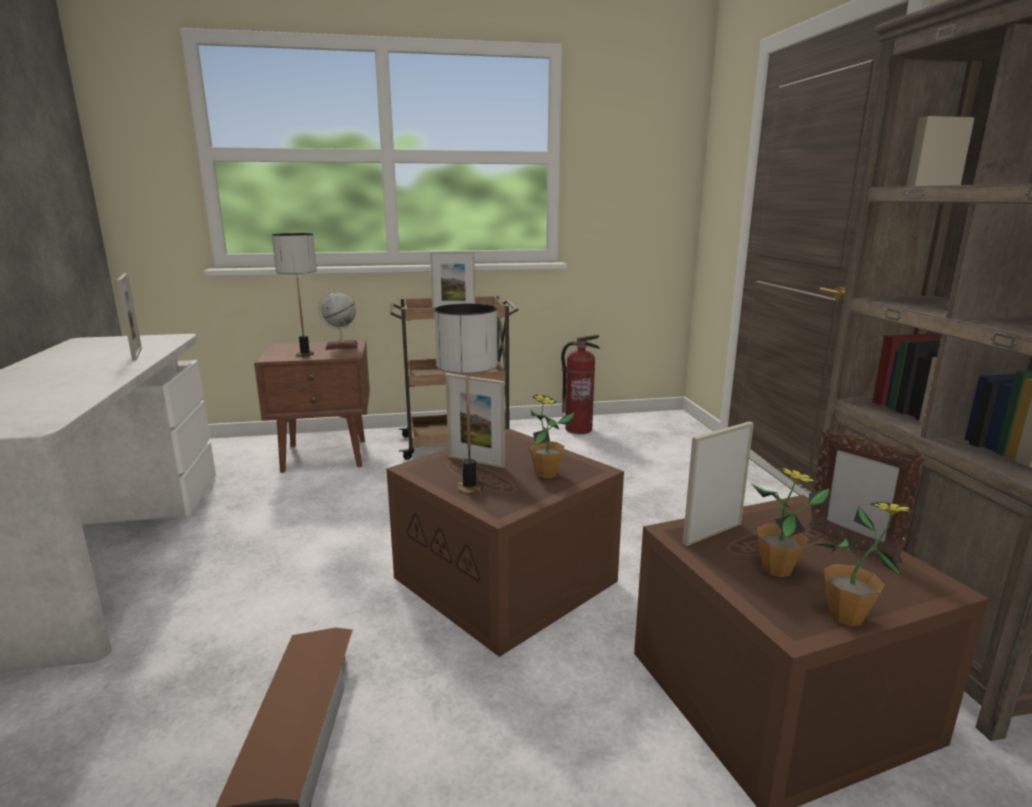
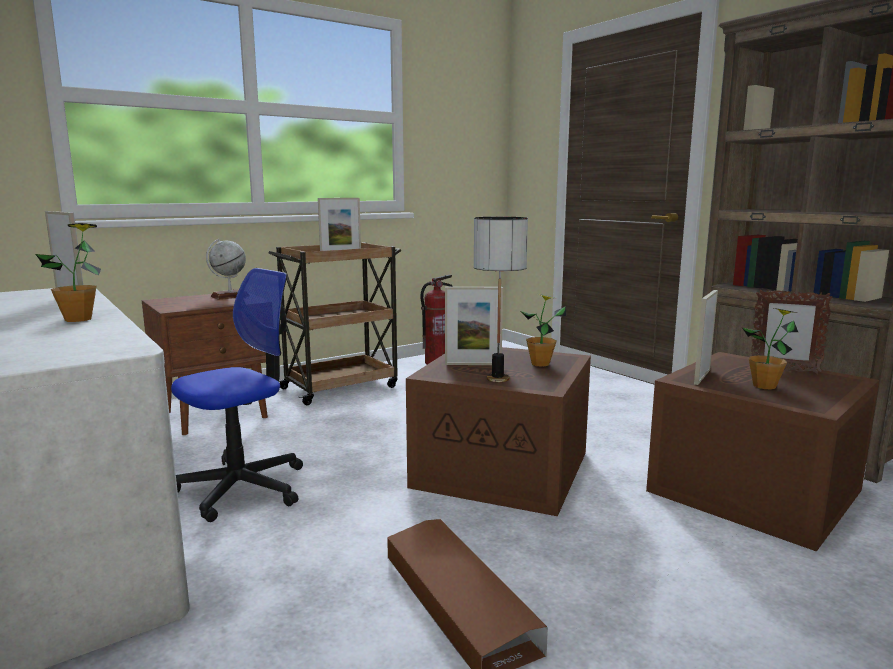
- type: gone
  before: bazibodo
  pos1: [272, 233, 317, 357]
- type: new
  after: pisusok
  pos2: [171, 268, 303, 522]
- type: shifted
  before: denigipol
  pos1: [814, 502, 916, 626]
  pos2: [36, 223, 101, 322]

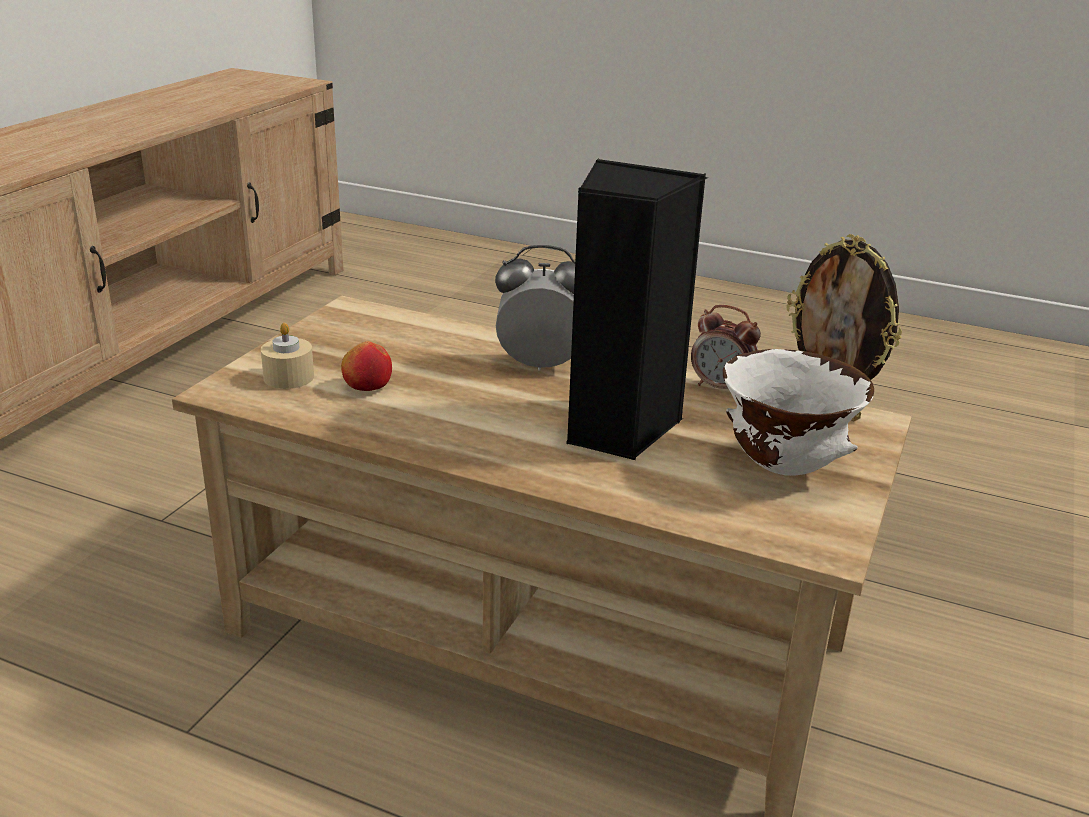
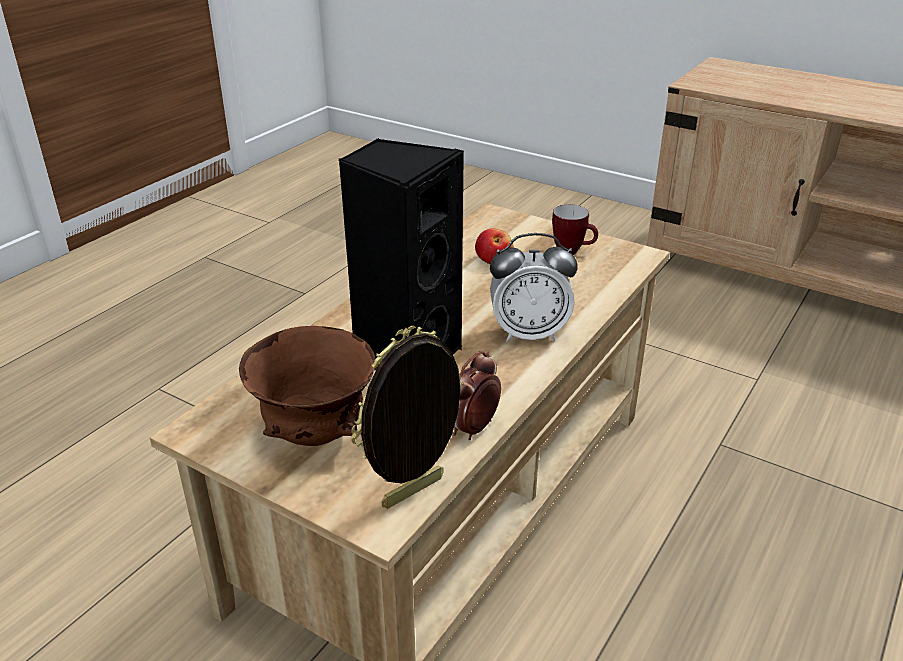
- type: gone
  before: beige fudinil
  pos1: [261, 323, 314, 389]
- type: new
  after: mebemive
  pos2: [552, 204, 598, 255]
- type: repainted
  before: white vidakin
  after: brown vidakin
  pos1: [723, 349, 874, 476]
  pos2: [239, 326, 375, 446]
- type: rotated
  before: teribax
  pos1: [495, 245, 575, 370]
  pos2: [490, 233, 577, 342]
  turn: 75

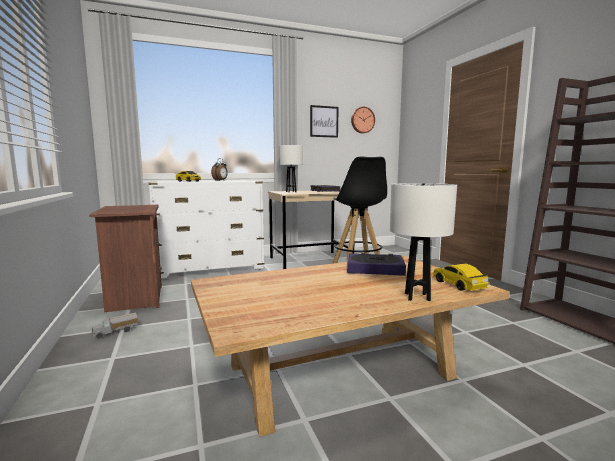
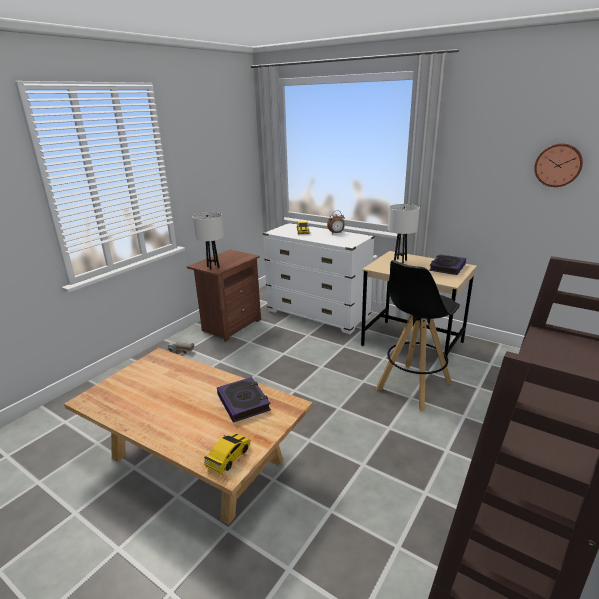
- type: gone
  before: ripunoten
  pos1: [310, 105, 339, 138]
- type: shifted
  before: white bazibodo
  pos1: [390, 183, 457, 301]
  pos2: [193, 212, 224, 270]

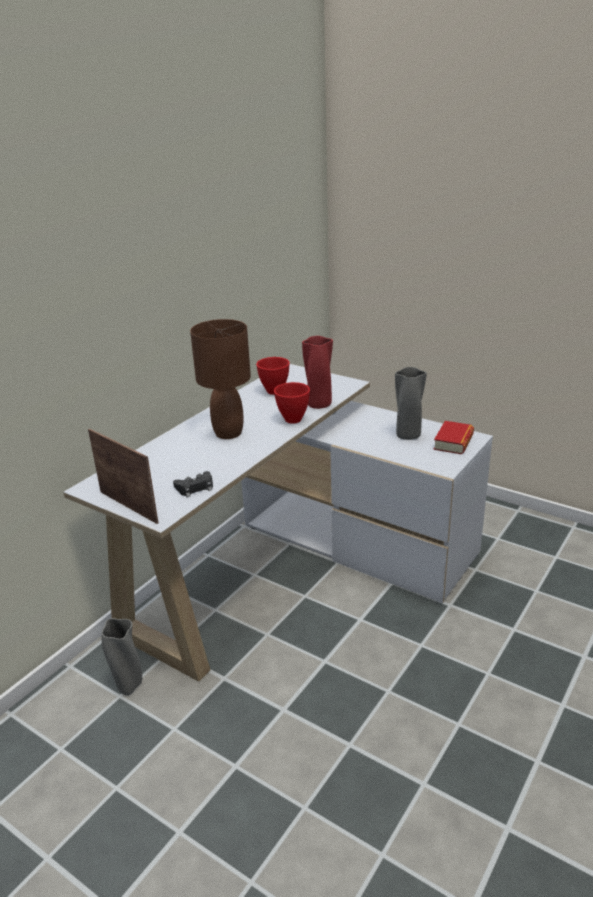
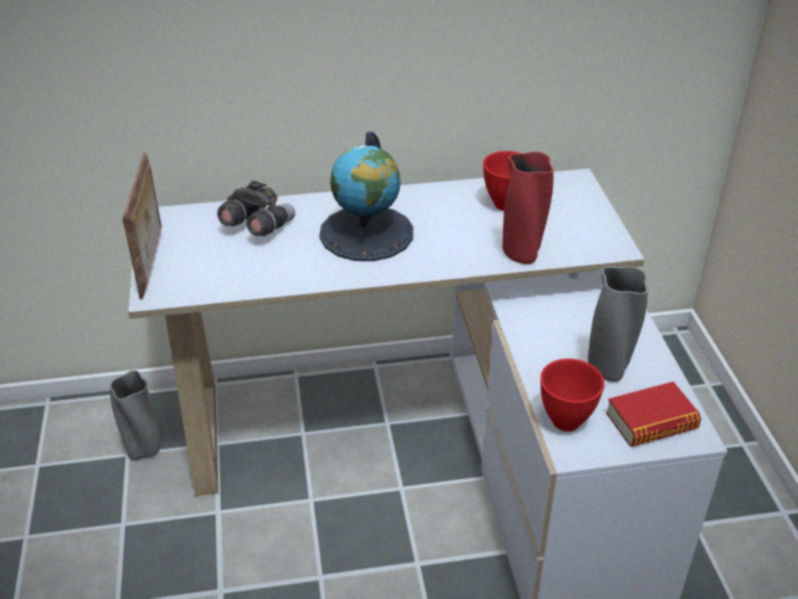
- type: gone
  before: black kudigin
  pos1: [173, 471, 213, 497]
- type: new
  after: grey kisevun
  pos2: [217, 180, 295, 236]
- type: shifted
  before: red vidakin
  pos1: [274, 382, 310, 424]
  pos2: [540, 359, 605, 432]
- type: swapped
  before: brown bazibodo
  after: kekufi
  pos1: [190, 319, 251, 439]
  pos2: [319, 131, 413, 261]

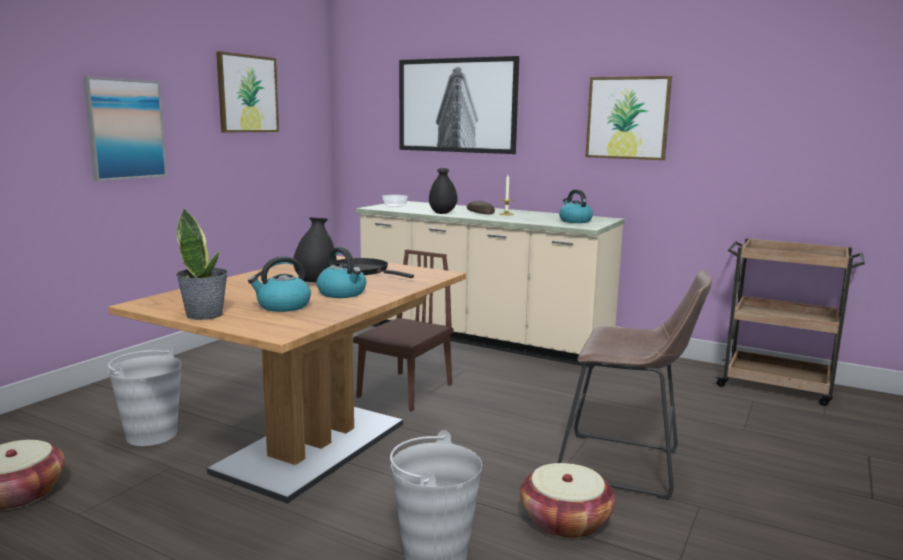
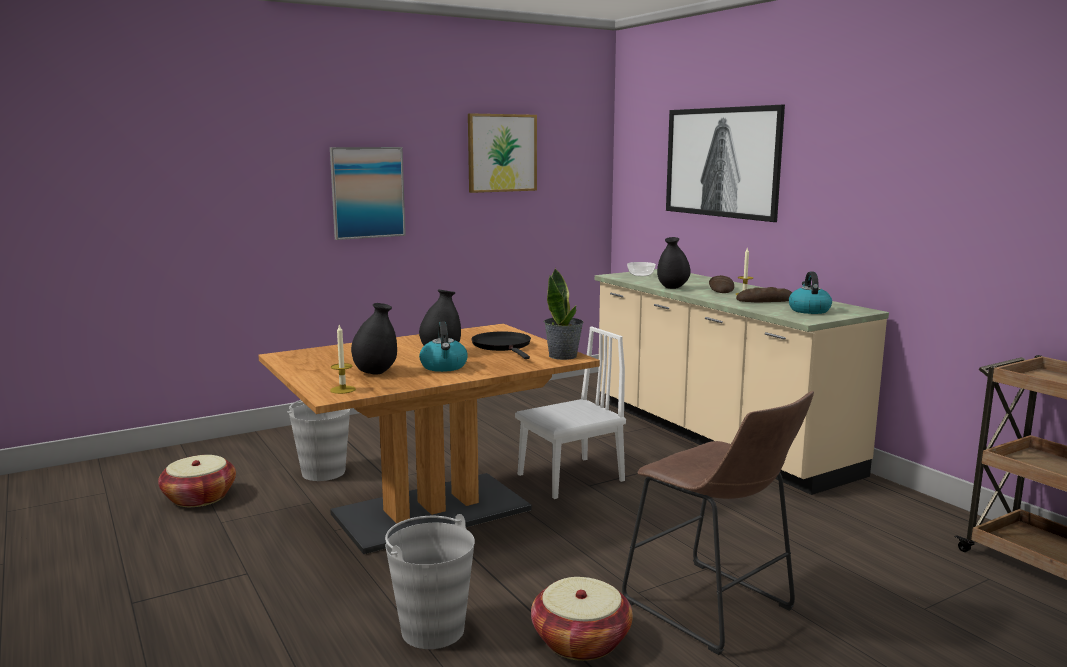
- type: gone
  before: ripunoten
  pos1: [585, 76, 672, 160]
- type: new
  after: fudinil
  pos2: [330, 324, 356, 394]
- type: new
  after: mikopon
  pos2: [736, 287, 792, 302]
- type: shifted
  before: denigipol
  pos1: [176, 208, 228, 320]
  pos2: [544, 268, 583, 360]
- type: swapped
  before: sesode
  after: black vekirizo
  pos1: [248, 256, 311, 312]
  pos2: [351, 303, 397, 374]
- type: repainted
  before: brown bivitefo
  after: white bivitefo
  pos1: [353, 249, 453, 411]
  pos2: [515, 327, 626, 499]

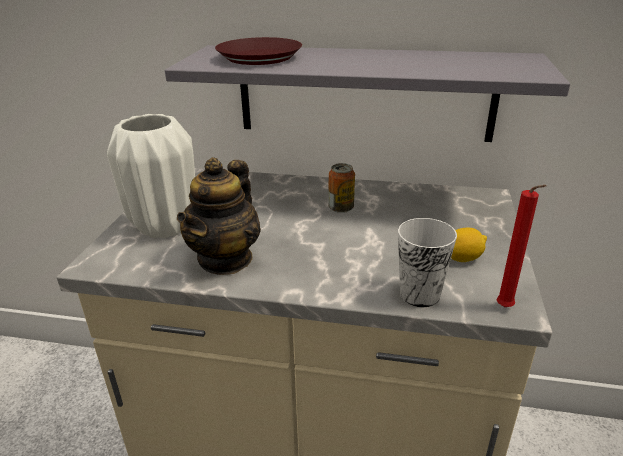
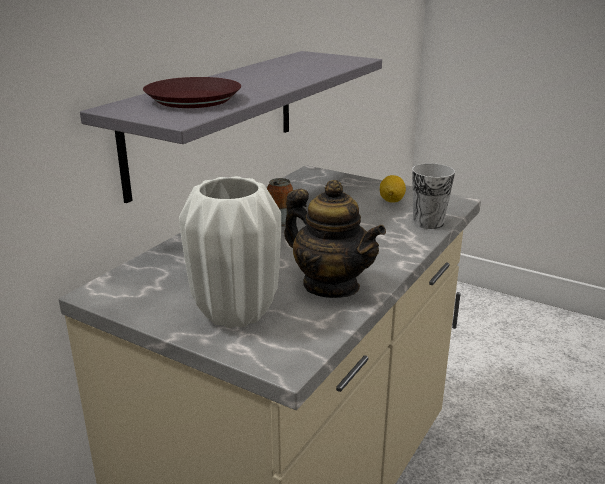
- type: gone
  before: red fudinil
  pos1: [497, 185, 547, 307]

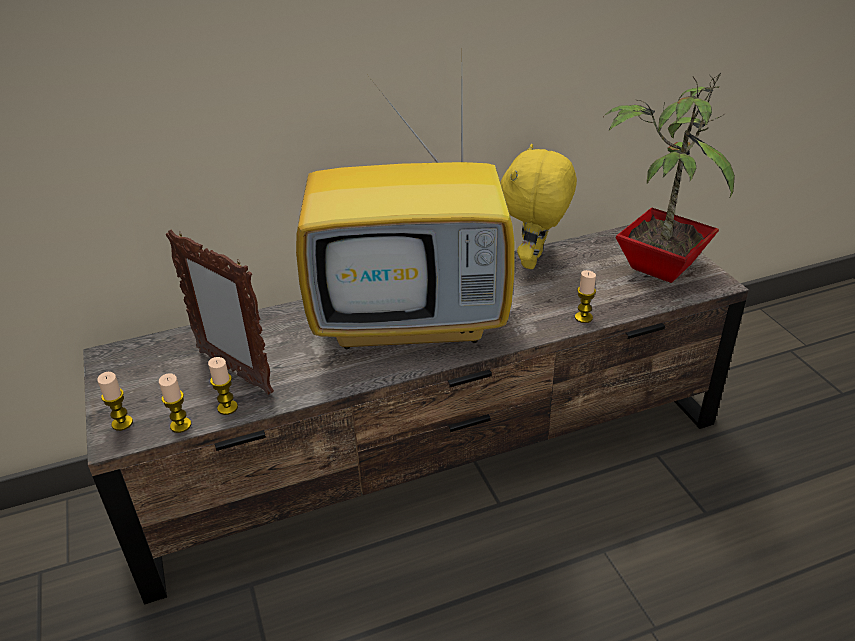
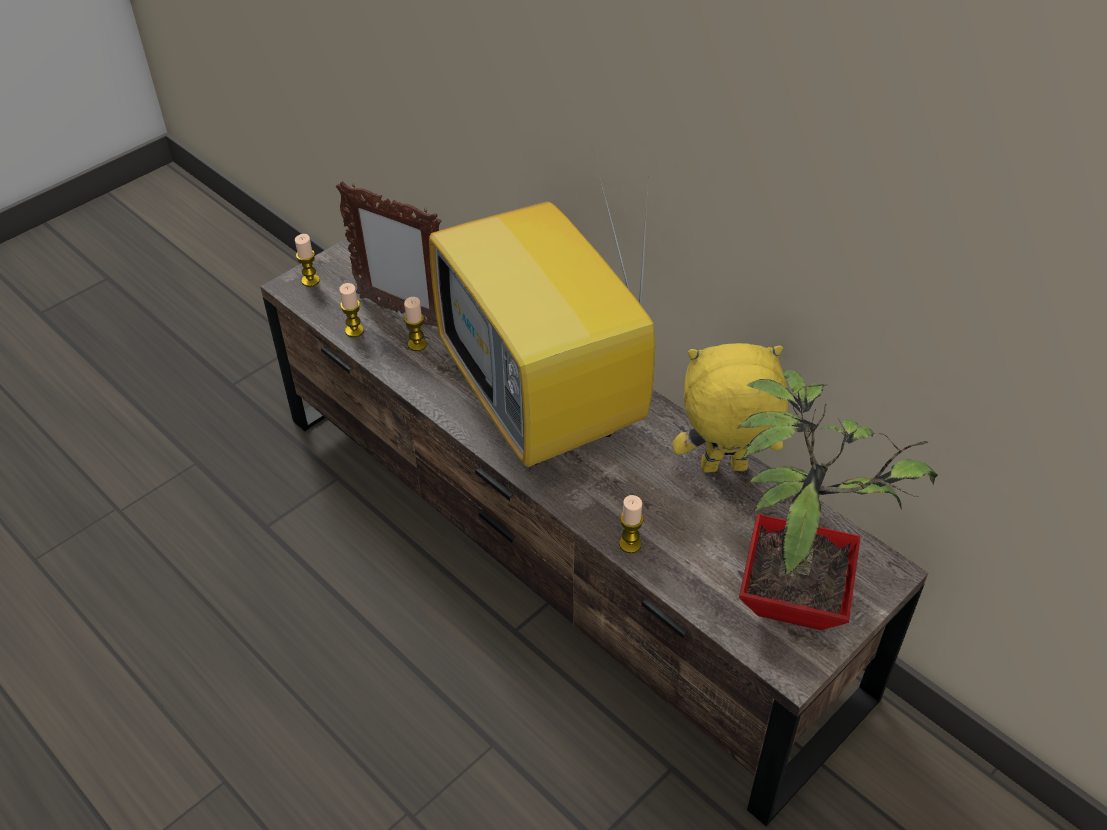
- type: shifted
  before: fudinil
  pos1: [159, 373, 191, 433]
  pos2: [404, 297, 427, 351]
- type: rotated
  before: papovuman
  pos1: [166, 230, 274, 395]
  pos2: [336, 181, 442, 327]
  turn: -75

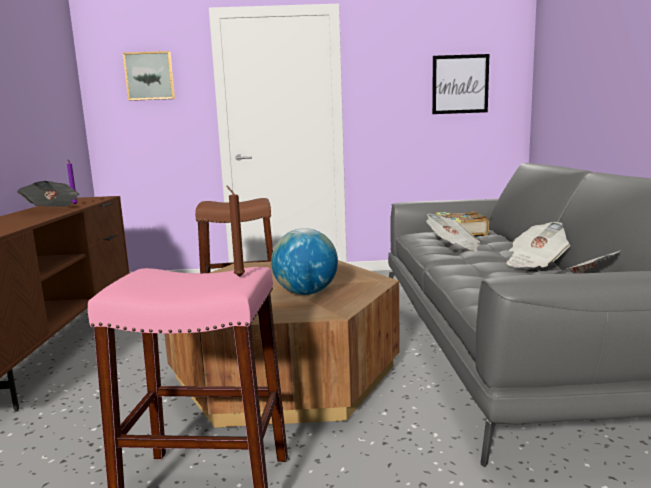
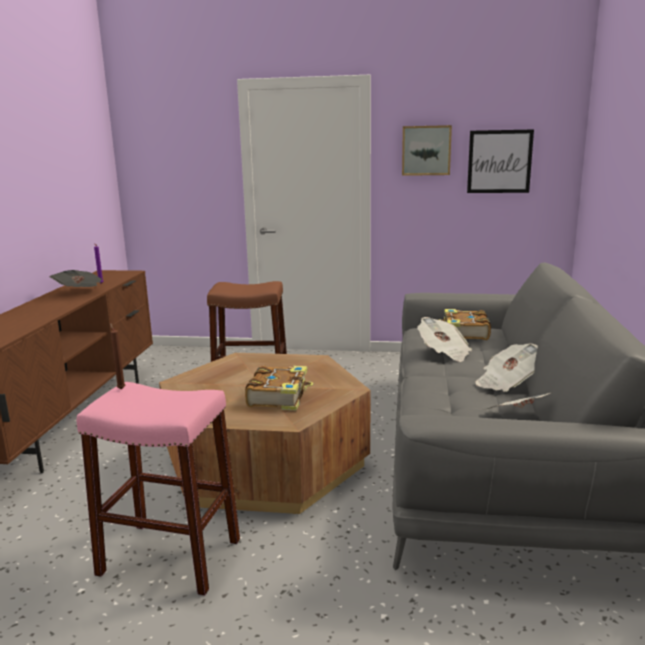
- type: shifted
  before: ripunoten
  pos1: [123, 51, 175, 101]
  pos2: [402, 125, 452, 176]
- type: shifted
  before: brown fudinil
  pos1: [226, 185, 245, 277]
  pos2: [110, 323, 125, 389]
- type: swapped
  before: kekufi
  after: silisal
  pos1: [271, 228, 338, 295]
  pos2: [245, 366, 313, 411]

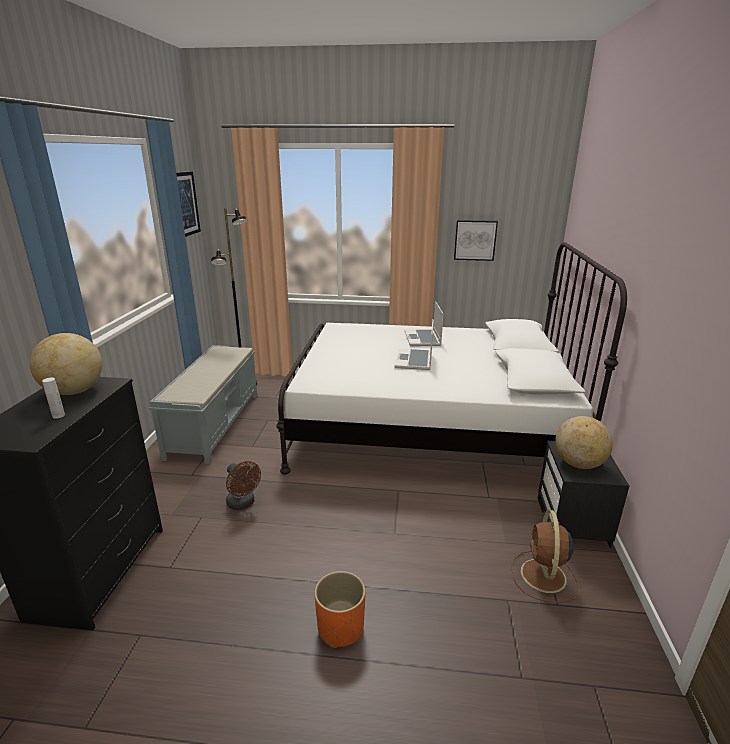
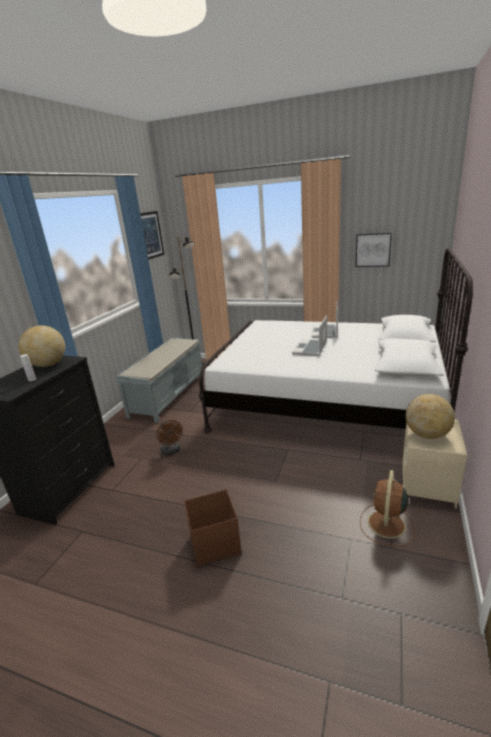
- type: swapped
  before: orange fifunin
  after: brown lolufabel
  pos1: [314, 571, 366, 648]
  pos2: [184, 490, 241, 567]
- type: repainted
  before: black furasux
  after: beige furasux
  pos1: [538, 441, 629, 548]
  pos2: [402, 420, 467, 509]

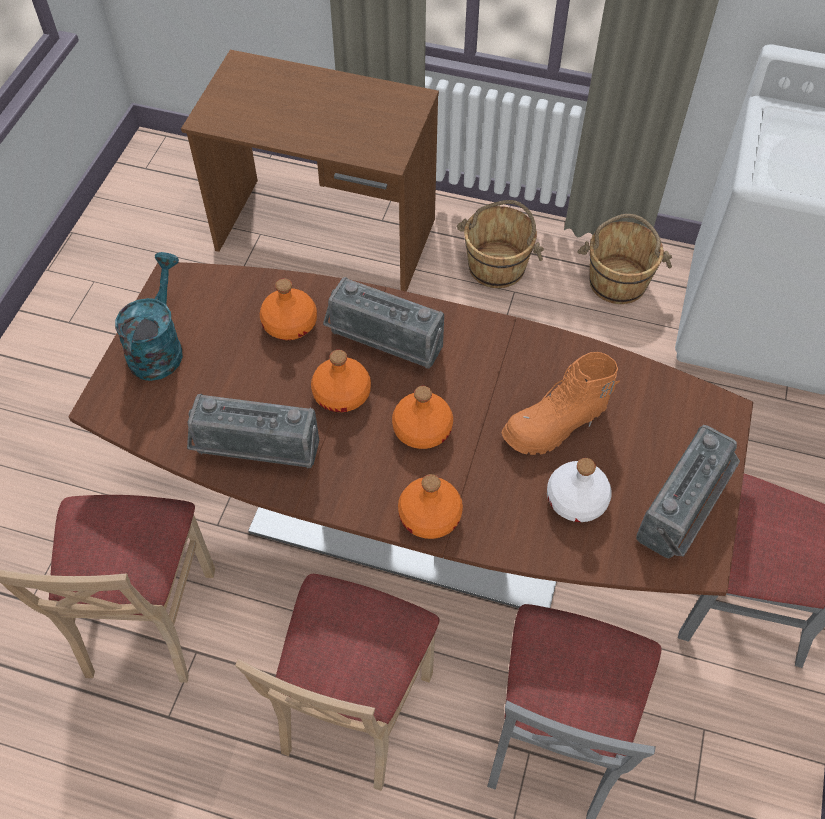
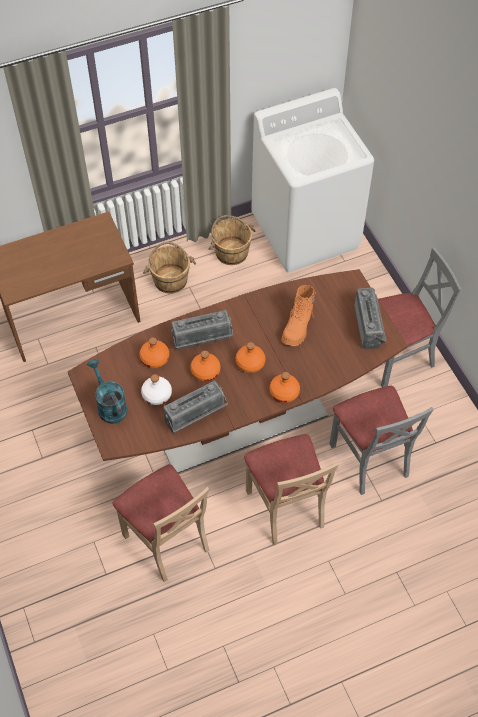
- type: shifted
  before: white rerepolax
  pos1: [547, 458, 612, 522]
  pos2: [141, 374, 172, 405]

